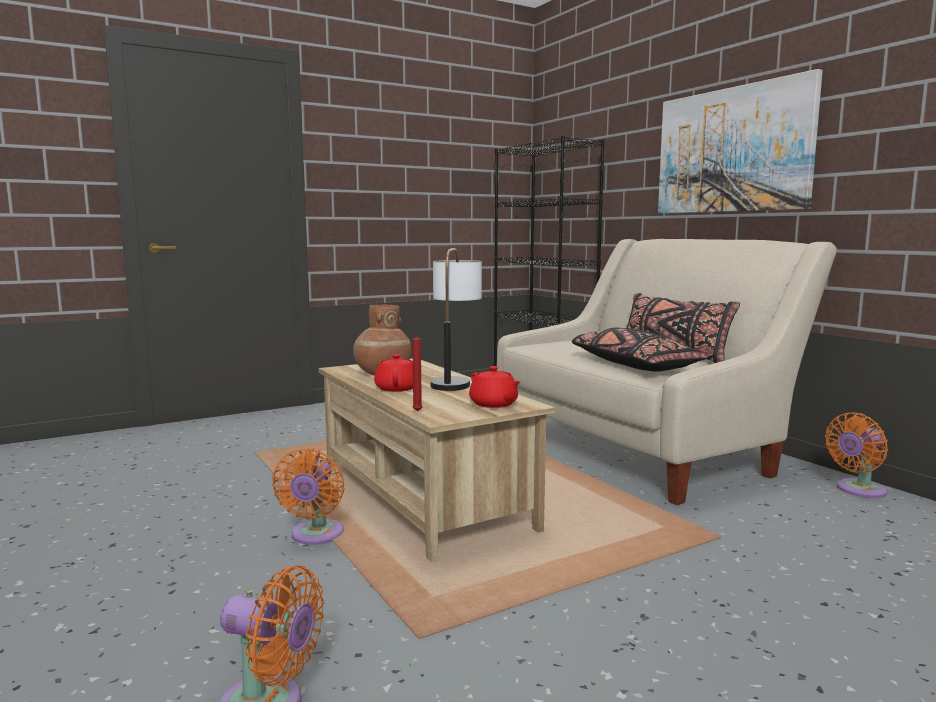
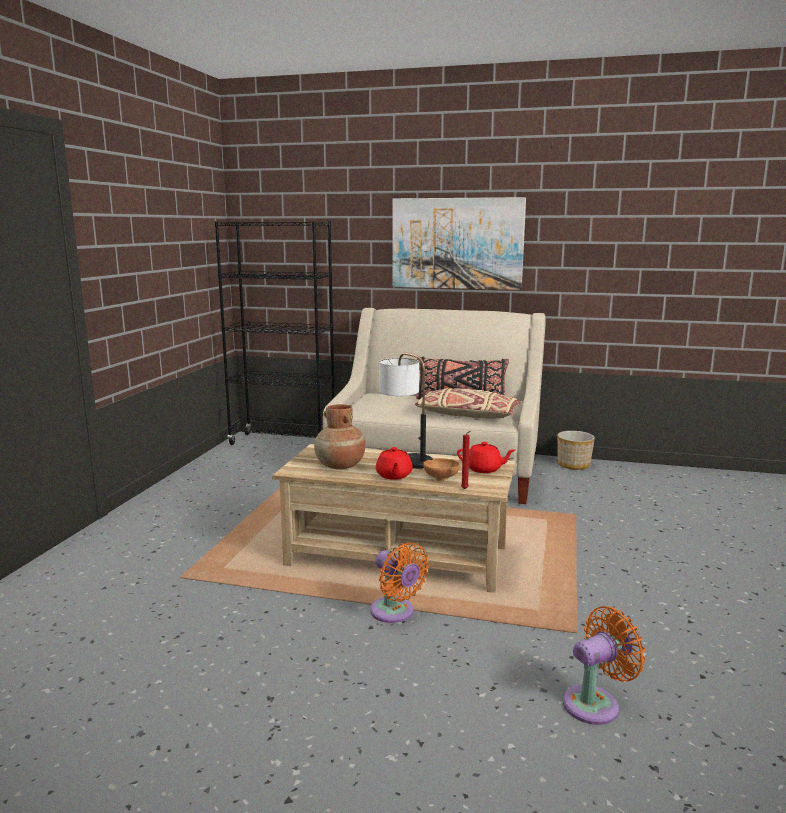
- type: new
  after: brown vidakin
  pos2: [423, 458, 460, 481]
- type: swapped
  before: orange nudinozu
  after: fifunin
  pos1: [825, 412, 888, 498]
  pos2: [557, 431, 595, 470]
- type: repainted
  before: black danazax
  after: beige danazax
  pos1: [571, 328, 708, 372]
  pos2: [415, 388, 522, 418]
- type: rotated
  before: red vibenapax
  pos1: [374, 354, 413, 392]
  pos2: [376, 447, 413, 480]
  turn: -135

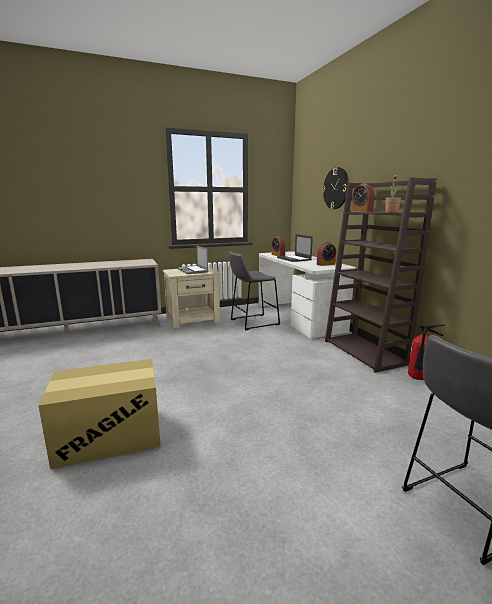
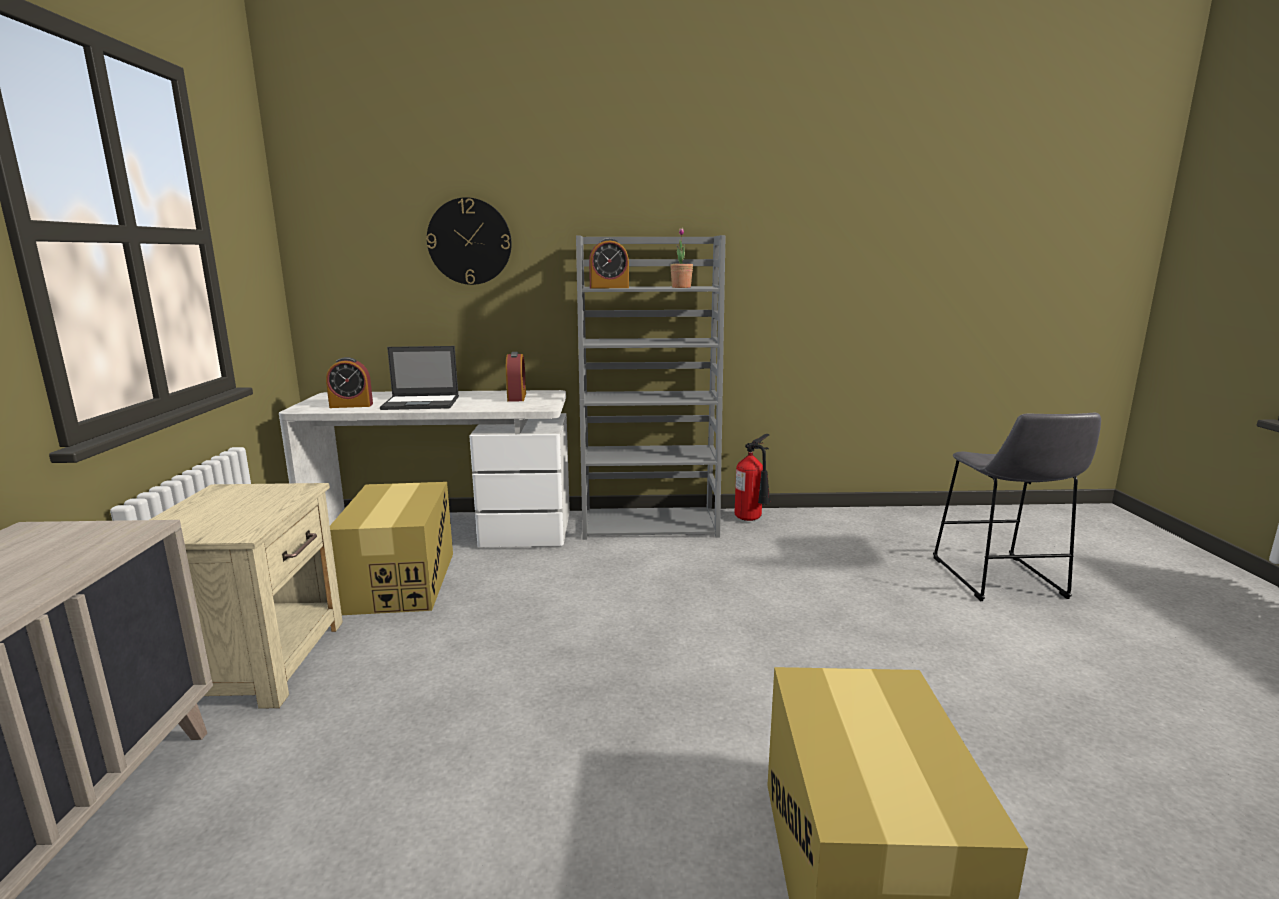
- type: gone
  before: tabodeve
  pos1: [178, 246, 208, 274]
- type: swapped
  before: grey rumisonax
  after: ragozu
  pos1: [228, 251, 280, 330]
  pos2: [330, 482, 453, 615]
- type: repainted
  before: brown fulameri
  after: grey fulameri
  pos1: [325, 178, 437, 373]
  pos2: [576, 235, 726, 539]

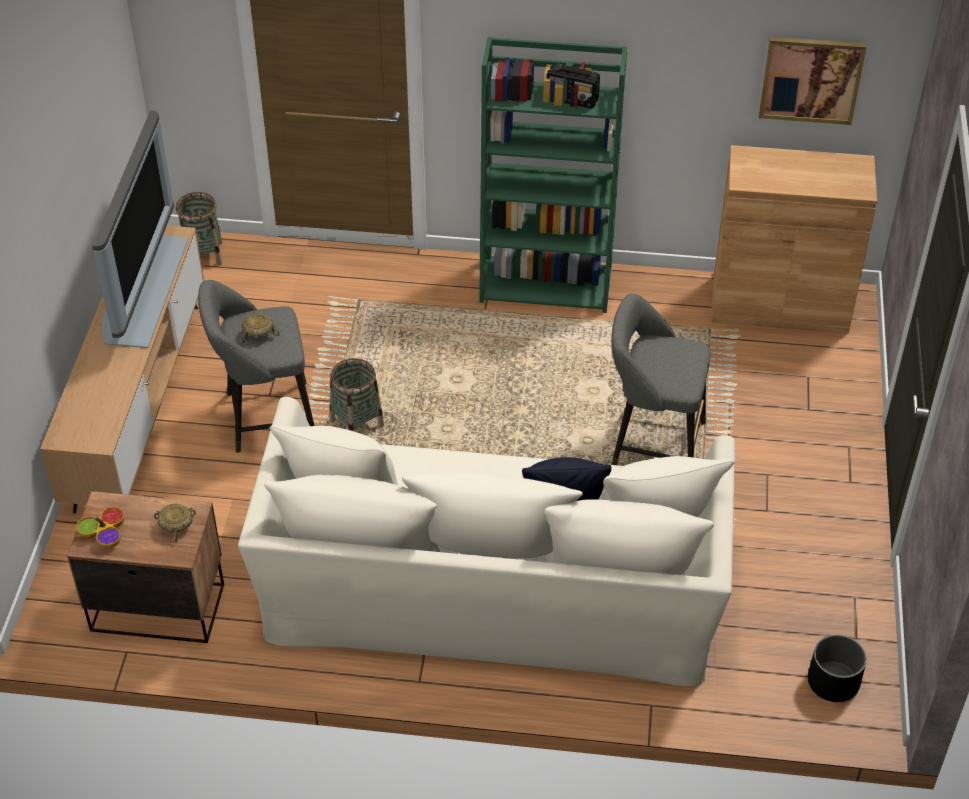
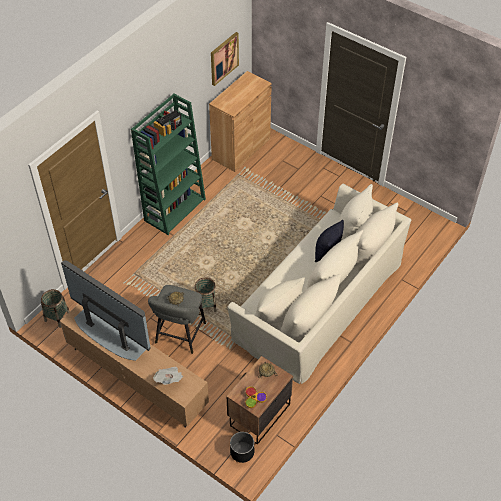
- type: gone
  before: grey rumisonax
  pos1: [611, 294, 711, 465]
- type: new
  after: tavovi
  pos2: [153, 367, 183, 385]
- type: shifted
  before: black fifunin
  pos1: [808, 635, 867, 702]
  pos2: [230, 432, 254, 463]

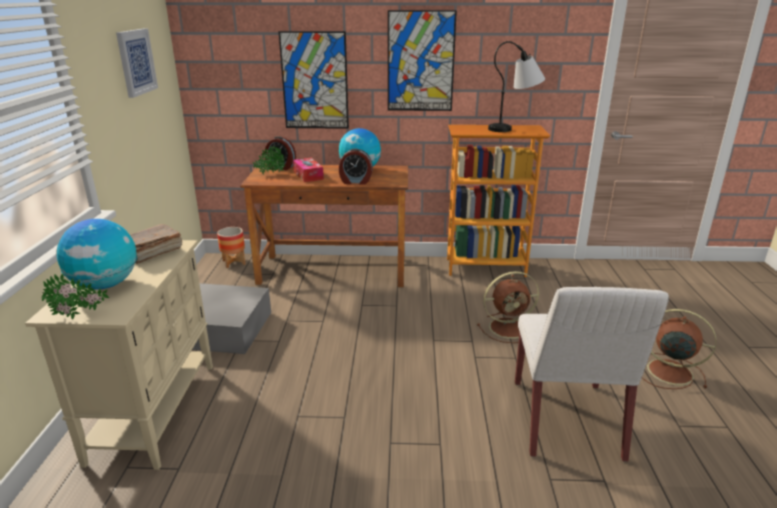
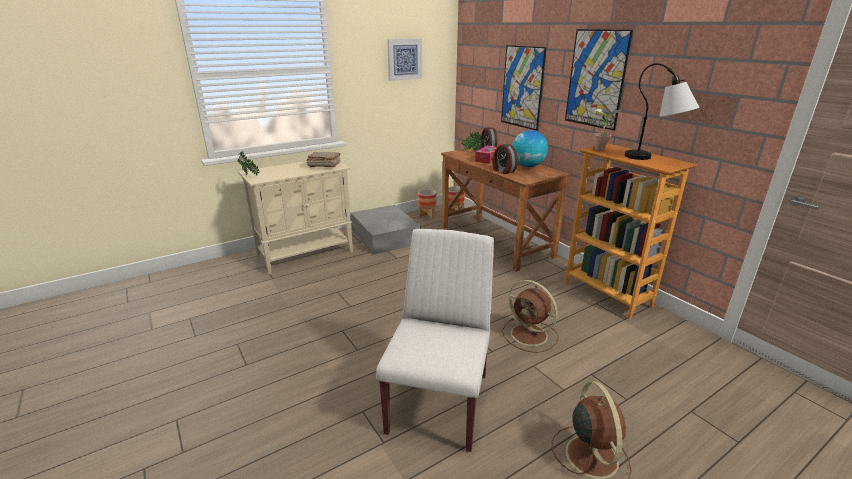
- type: gone
  before: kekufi
  pos1: [57, 219, 137, 290]
- type: new
  after: fifunin
  pos2: [418, 189, 436, 219]
- type: new
  after: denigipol
  pos2: [593, 104, 621, 151]
- type: rotated
  before: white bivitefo
  pos1: [515, 287, 669, 462]
  pos2: [376, 229, 494, 452]
  turn: 135

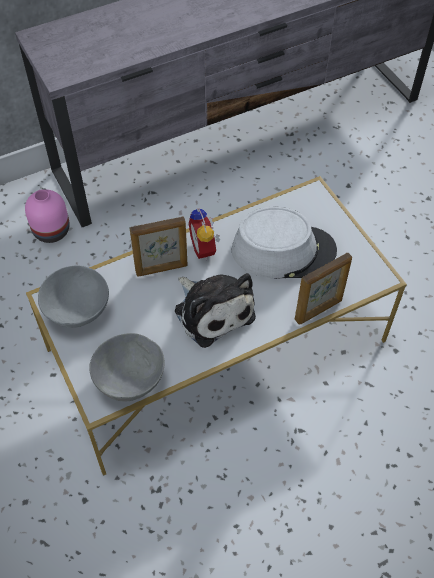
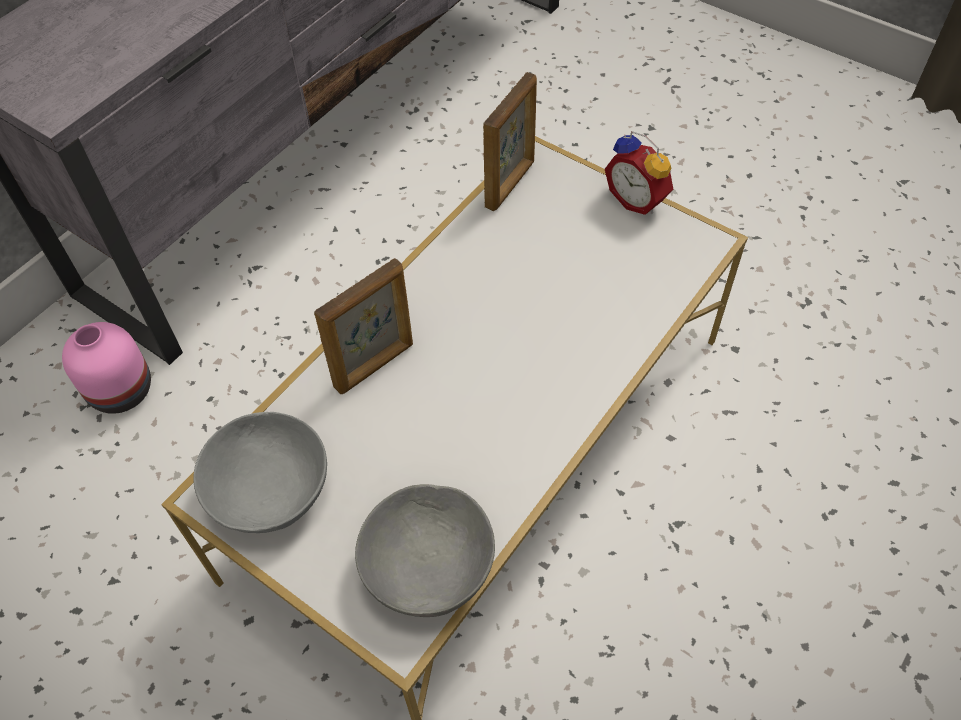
- type: gone
  before: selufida
  pos1: [175, 273, 256, 348]
- type: gone
  before: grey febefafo
  pos1: [232, 207, 337, 279]
- type: shifted
  before: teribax
  pos1: [189, 208, 221, 260]
  pos2: [605, 131, 673, 215]
- type: shifted
  before: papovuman
  pos1: [295, 253, 352, 324]
  pos2: [483, 72, 537, 211]

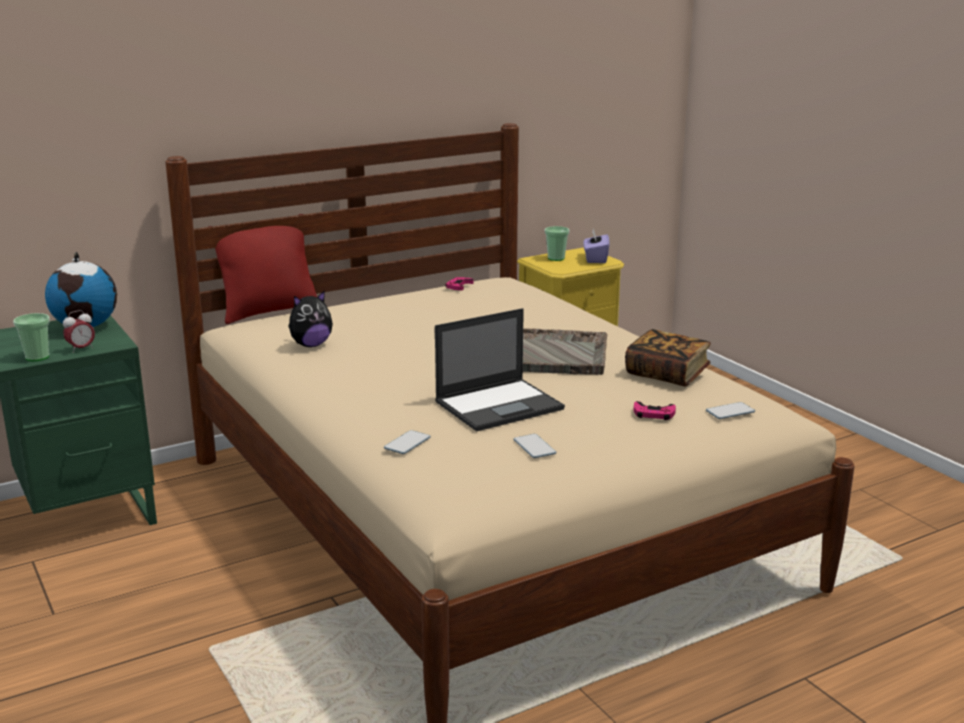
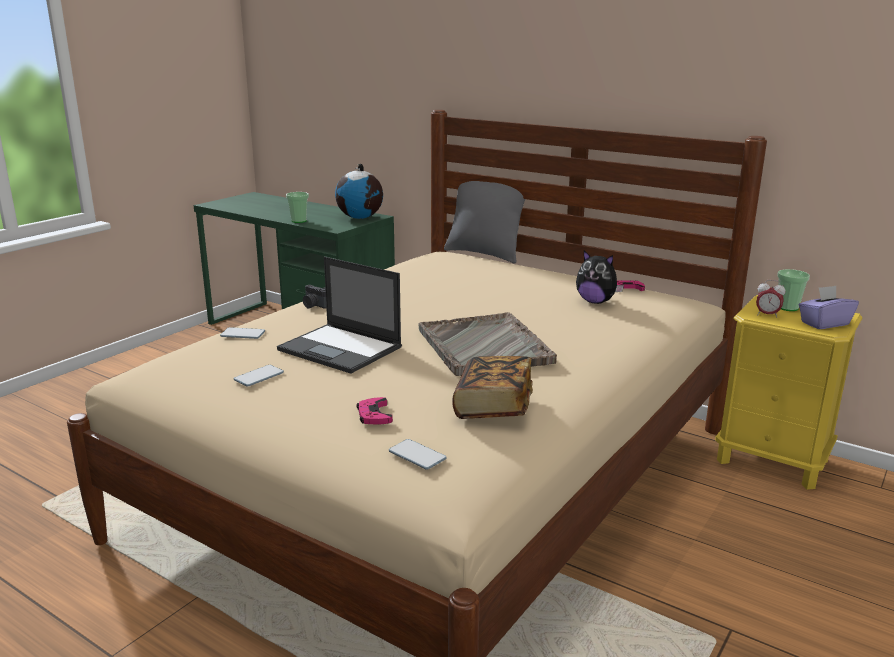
- type: new
  after: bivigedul
  pos2: [303, 285, 326, 309]
- type: shifted
  before: teribax
  pos1: [63, 310, 95, 353]
  pos2: [756, 280, 786, 318]
- type: shifted
  before: selufida
  pos1: [288, 290, 333, 347]
  pos2: [576, 251, 624, 304]
- type: repainted
  before: red danazax
  after: grey danazax
  pos1: [208, 214, 317, 324]
  pos2: [444, 180, 530, 264]

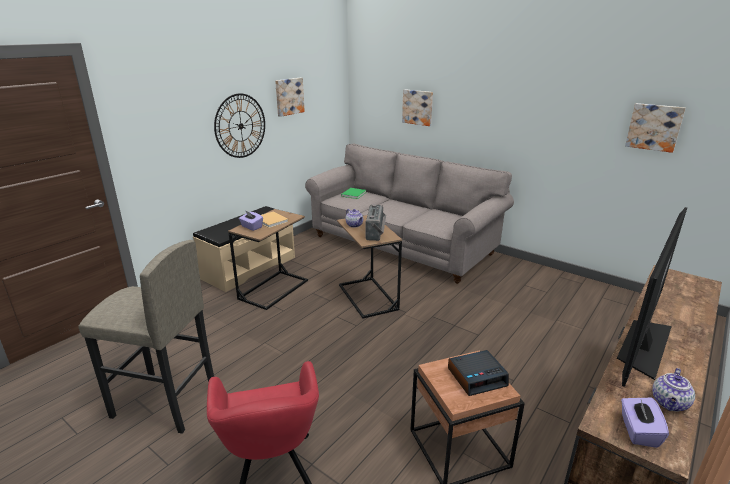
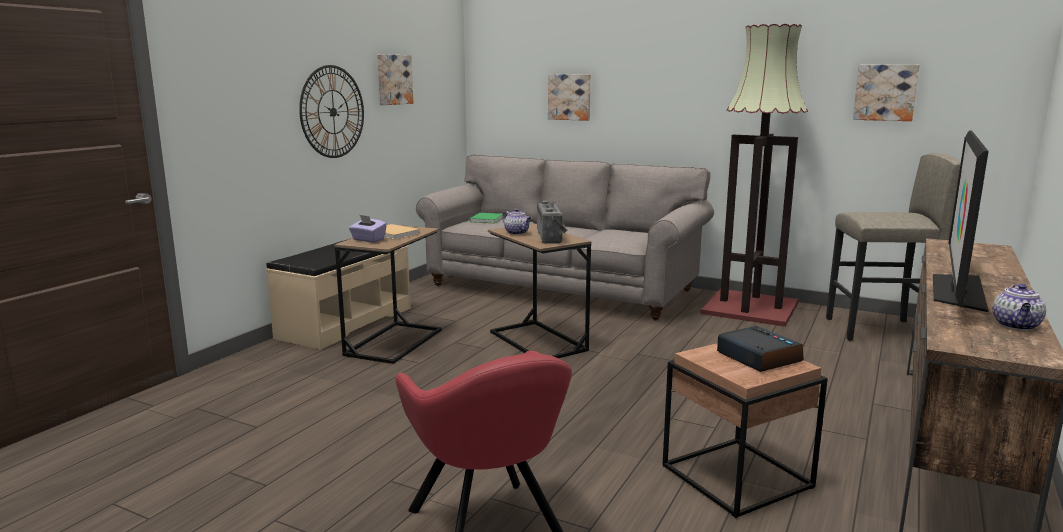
- type: gone
  before: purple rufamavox
  pos1: [621, 397, 669, 448]
- type: new
  after: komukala
  pos2: [700, 24, 808, 327]
- type: shifted
  before: grey rumisonax
  pos1: [78, 240, 214, 434]
  pos2: [826, 153, 961, 341]
- type: rotated
  before: teribax
  pos1: [448, 350, 509, 396]
  pos2: [717, 326, 804, 372]
  turn: -90

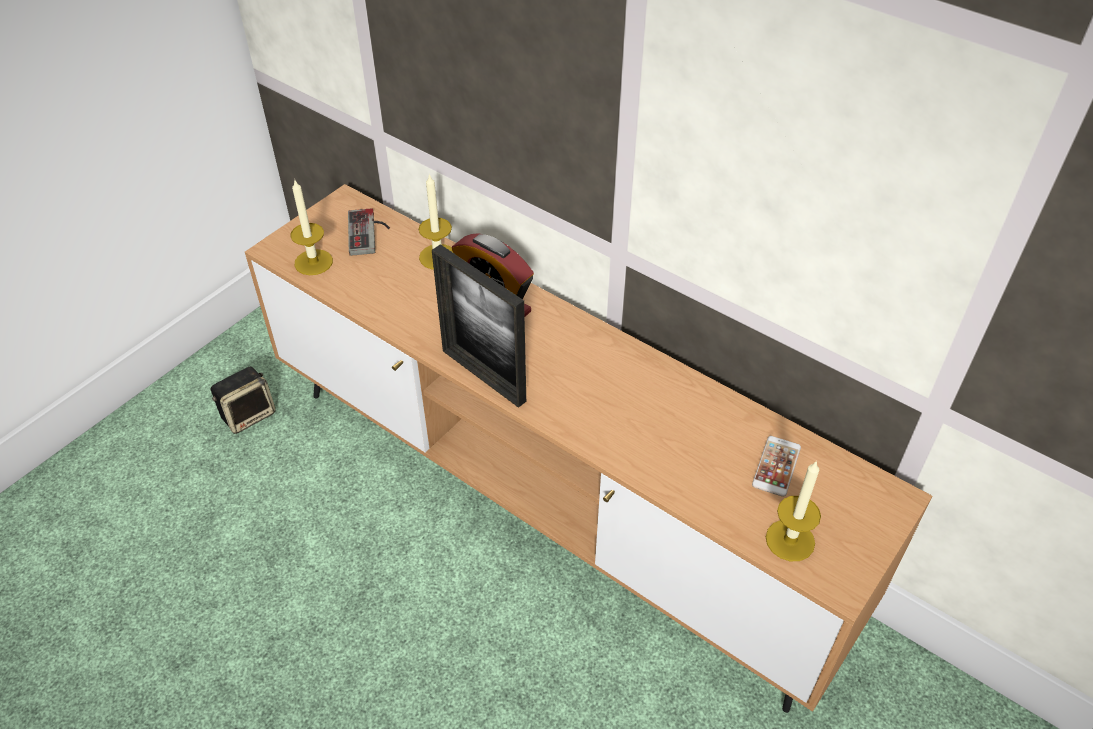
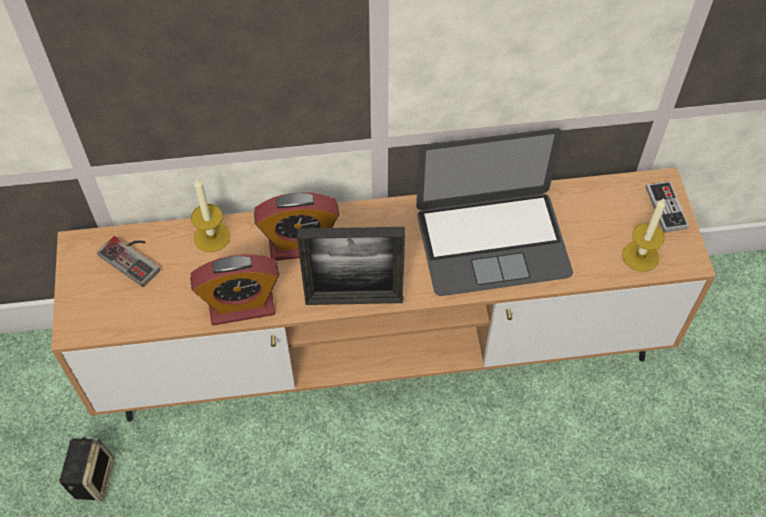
- type: gone
  before: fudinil
  pos1: [290, 180, 333, 275]
- type: gone
  before: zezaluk
  pos1: [752, 436, 801, 497]
- type: new
  after: teribax
  pos2: [190, 255, 279, 325]
- type: new
  after: tabodeve
  pos2: [416, 128, 573, 296]
- type: new
  after: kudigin
  pos2: [646, 181, 689, 232]

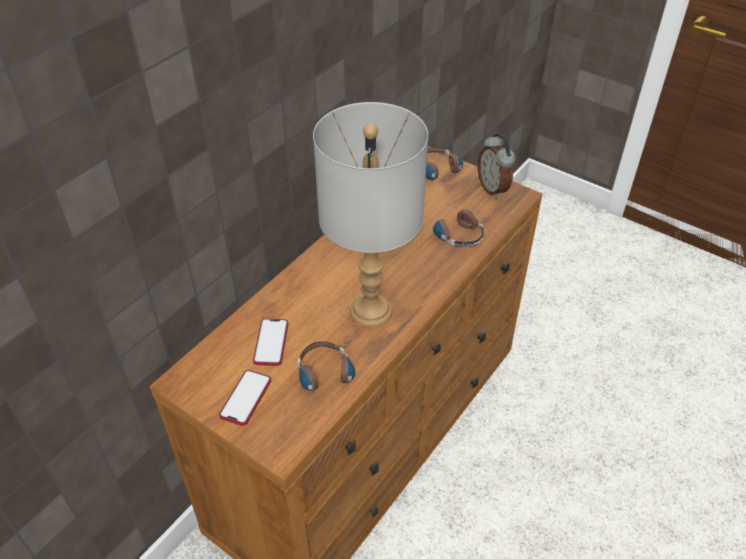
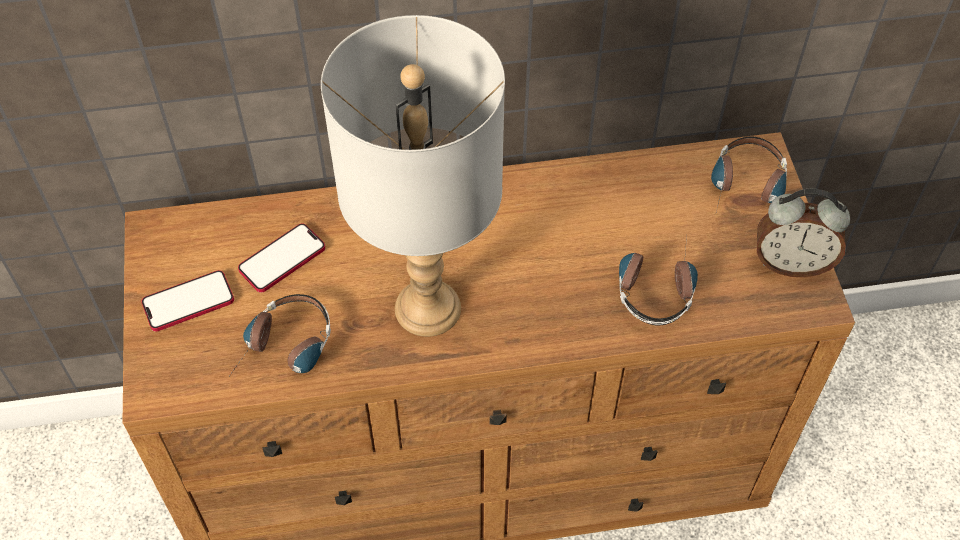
- type: rotated
  before: teribax
  pos1: [478, 134, 516, 198]
  pos2: [757, 189, 850, 277]
  turn: -105

